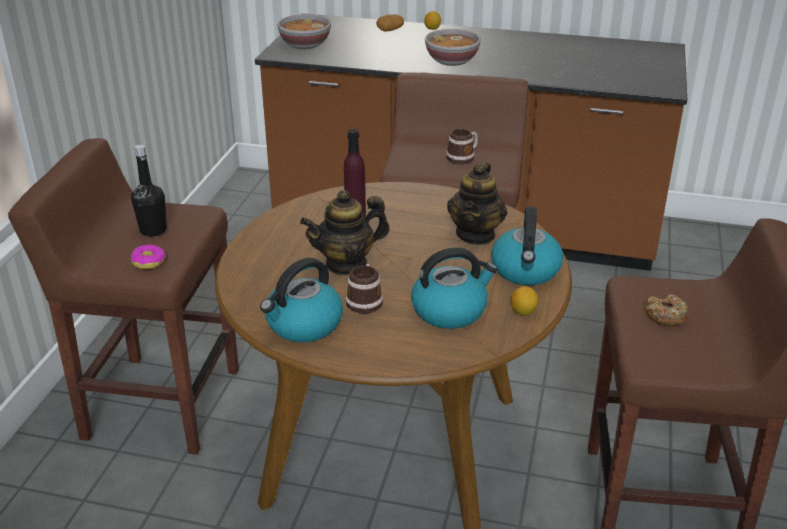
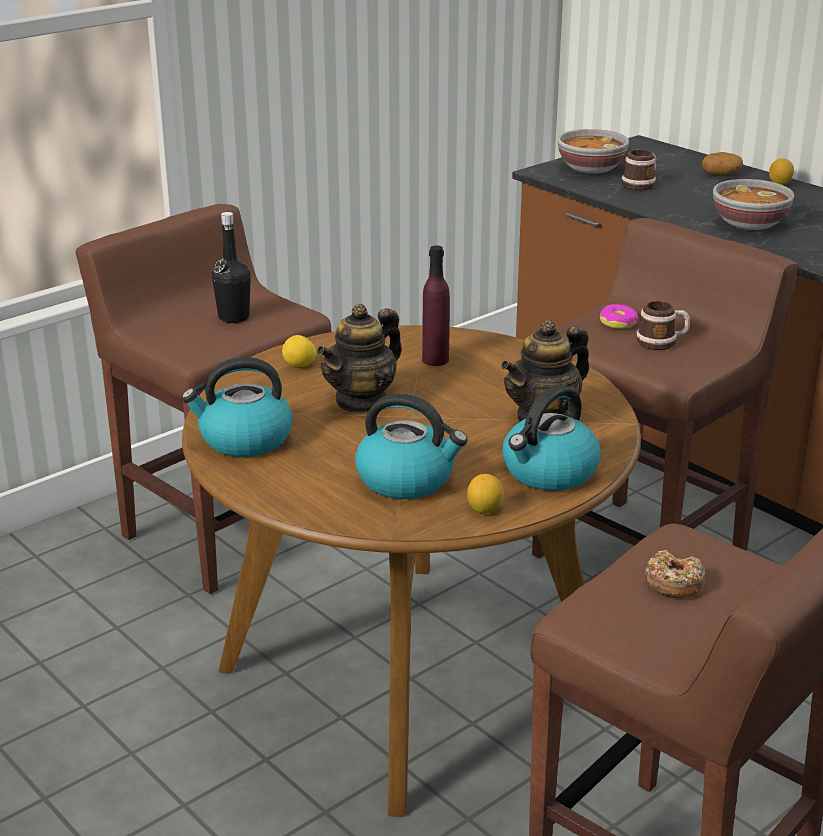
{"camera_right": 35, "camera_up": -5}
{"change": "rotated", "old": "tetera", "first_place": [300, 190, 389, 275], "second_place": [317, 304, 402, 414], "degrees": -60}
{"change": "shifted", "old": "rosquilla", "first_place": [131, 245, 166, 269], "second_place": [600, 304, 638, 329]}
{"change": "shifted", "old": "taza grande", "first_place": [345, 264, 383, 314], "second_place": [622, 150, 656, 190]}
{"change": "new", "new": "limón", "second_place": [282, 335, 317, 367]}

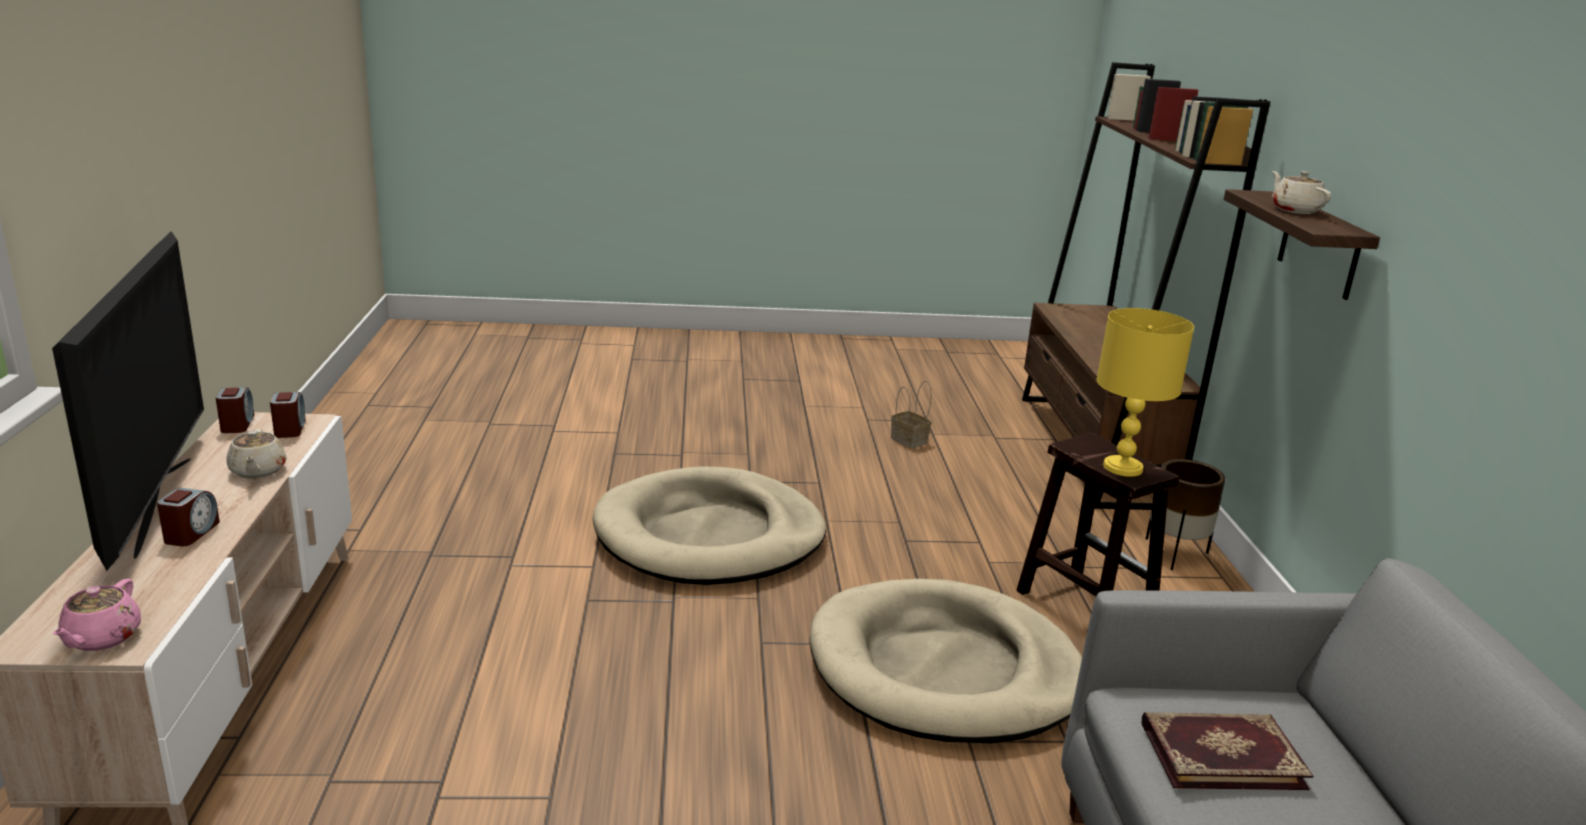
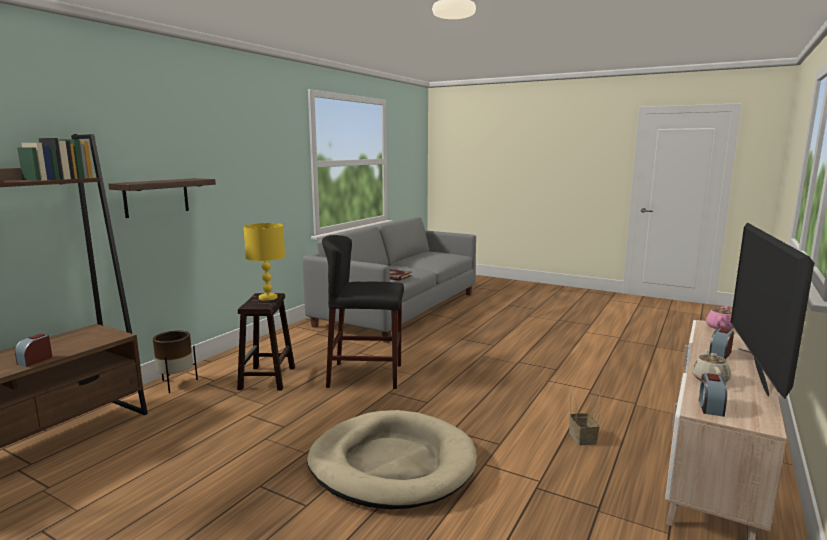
{"camera_right": -145, "camera_up": -10}
{"change": "gone", "old": "tetera/beis", "first_place": [1272, 171, 1331, 214]}
{"change": "shifted", "old": "cesta", "first_place": [891, 381, 932, 448], "second_place": [569, 391, 600, 445]}
{"change": "shifted", "old": "despertador", "first_place": [216, 388, 254, 433], "second_place": [15, 334, 52, 367]}
{"change": "swapped", "old": "cama para perro/beis", "new": "taburete/negro", "first_place": [810, 579, 1082, 743], "second_place": [322, 235, 404, 389]}

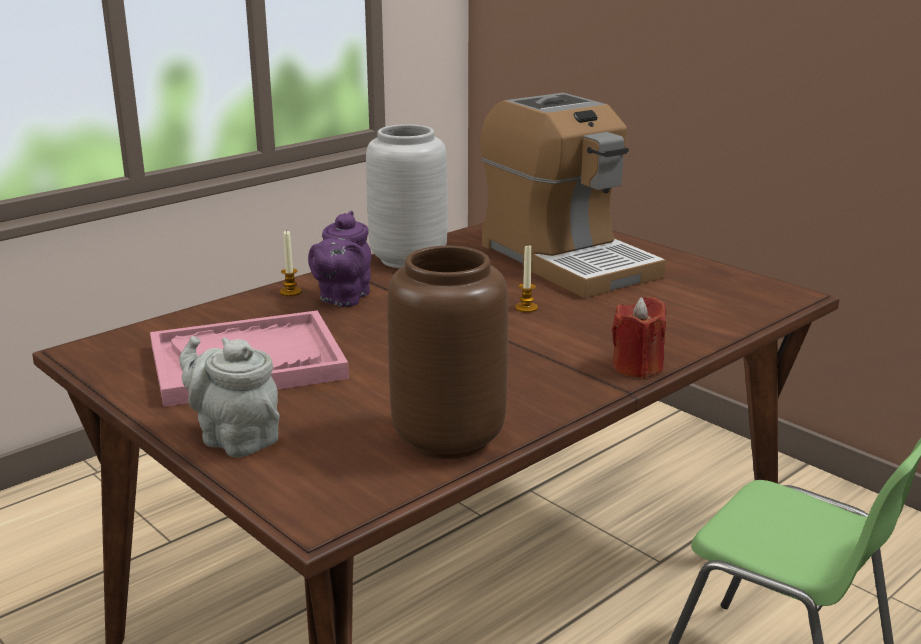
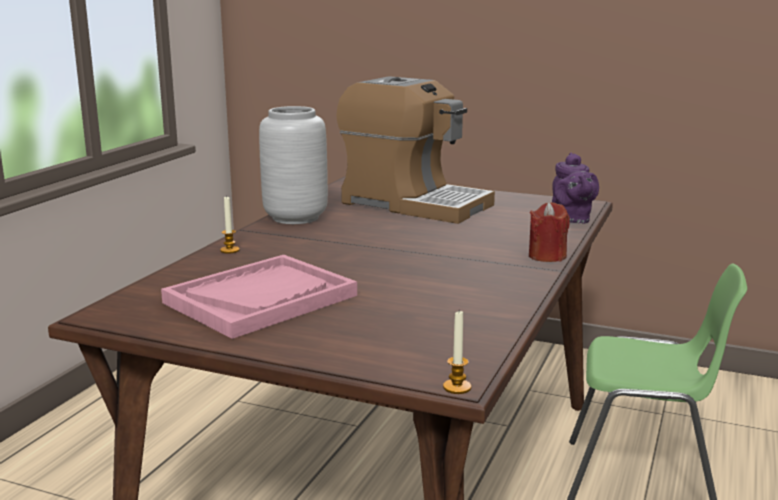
{"camera_right": -25, "camera_up": -5}
{"change": "shifted", "old": "tetera/morado", "first_place": [308, 211, 372, 307], "second_place": [552, 153, 599, 223]}
{"change": "gone", "old": "florero/marrón", "first_place": [387, 246, 508, 459]}
{"change": "shifted", "old": "vela", "first_place": [515, 246, 538, 313], "second_place": [443, 311, 471, 394]}
{"change": "gone", "old": "tetera/gris", "first_place": [179, 336, 280, 457]}

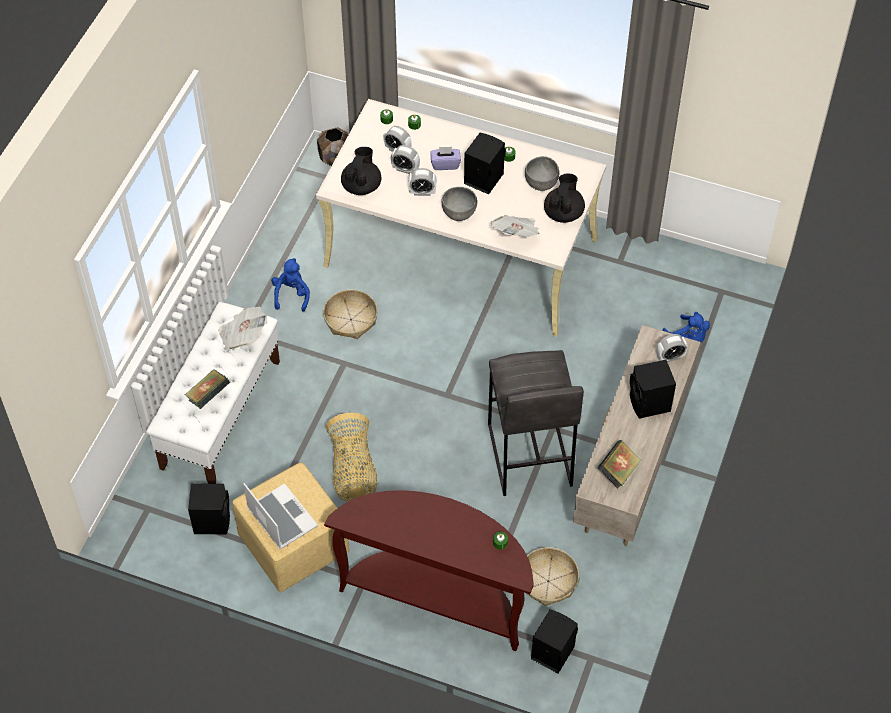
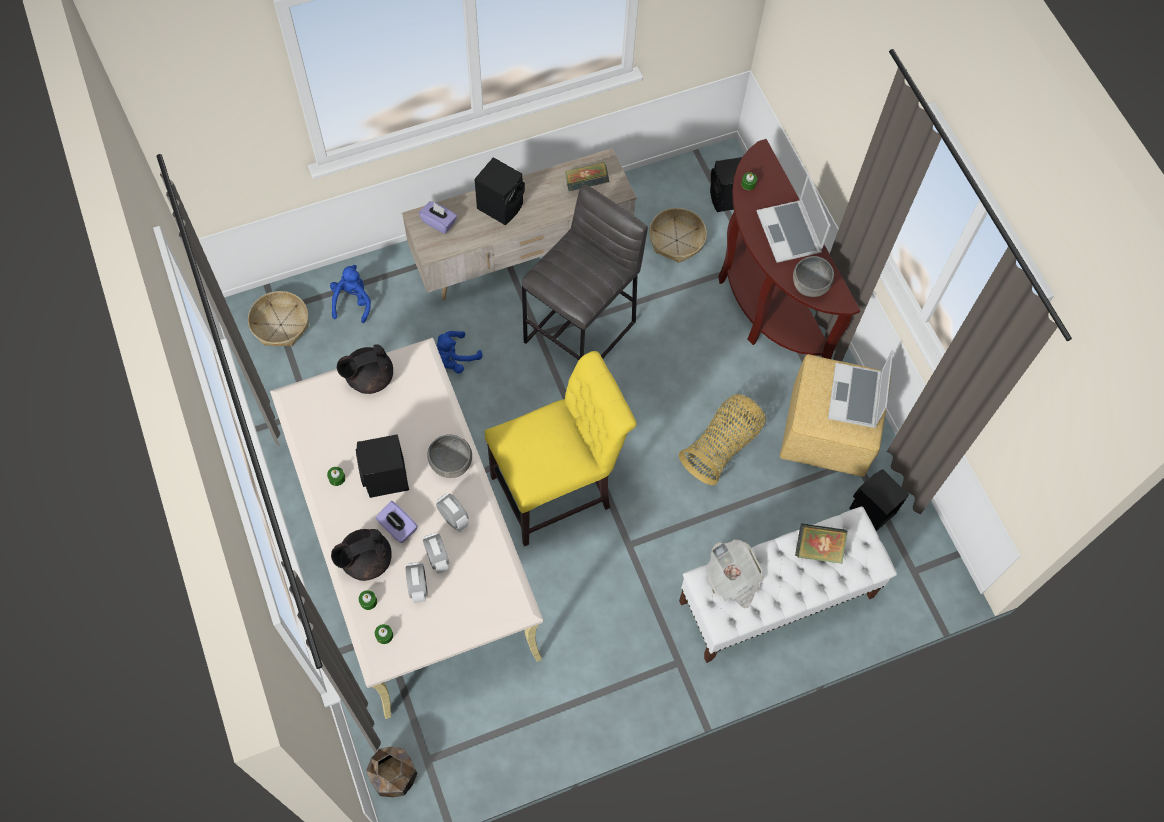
{"camera_right": -135, "camera_up": 10}
{"change": "shifted", "old": "tetera/negro", "first_place": [341, 147, 381, 195], "second_place": [331, 529, 392, 581]}
{"change": "shifted", "old": "cuenco/gris", "first_place": [525, 156, 559, 191], "second_place": [793, 256, 834, 297]}
{"change": "gone", "old": "periódico", "first_place": [491, 215, 539, 237]}
{"change": "shifted", "old": "peluche/azul", "first_place": [271, 258, 310, 312], "second_place": [436, 331, 482, 373]}
{"change": "shifted", "old": "cesta", "first_place": [323, 289, 378, 339], "second_place": [248, 291, 309, 346]}
{"change": "swapped", "old": "despertador", "new": "caja de pañuelos/morado", "first_place": [656, 334, 688, 362], "second_place": [419, 201, 457, 234]}
{"change": "new", "new": "portátil", "second_place": [757, 174, 831, 263]}
{"change": "new", "new": "silla/amarillo", "second_place": [485, 351, 637, 546]}

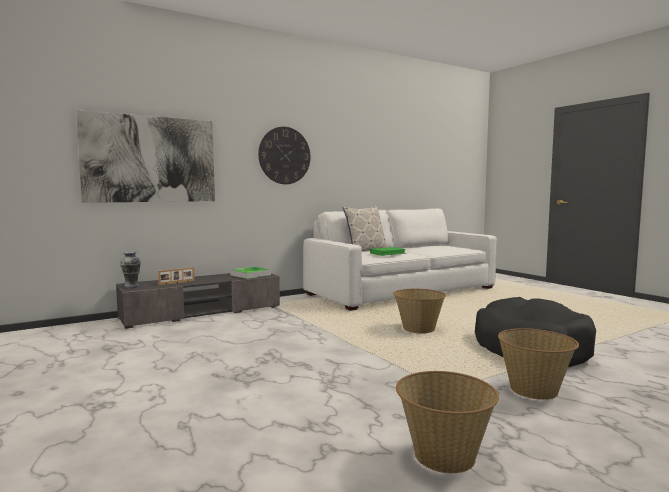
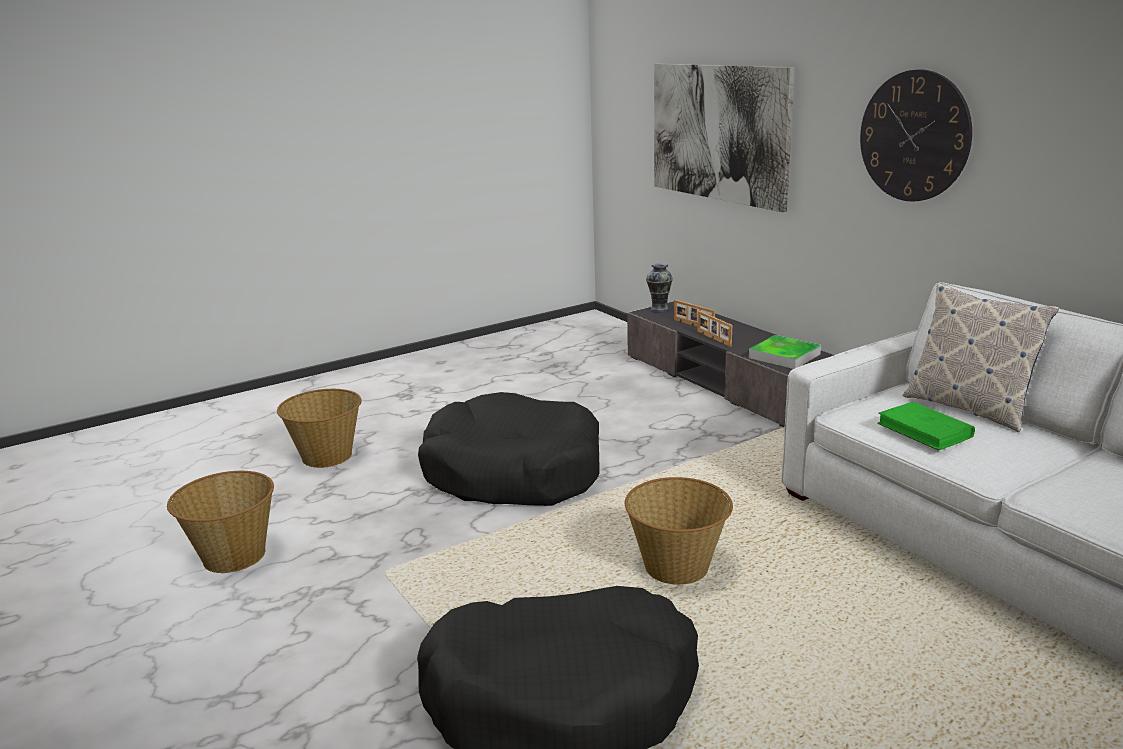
{"camera_right": 90, "camera_up": 15}
{"change": "shifted", "old": "cesta", "first_place": [498, 328, 579, 400], "second_place": [277, 389, 362, 468]}
{"change": "new", "new": "portarretratos", "second_place": [697, 311, 732, 347]}
{"change": "new", "new": "cama para perro/negro", "second_place": [418, 392, 600, 506]}

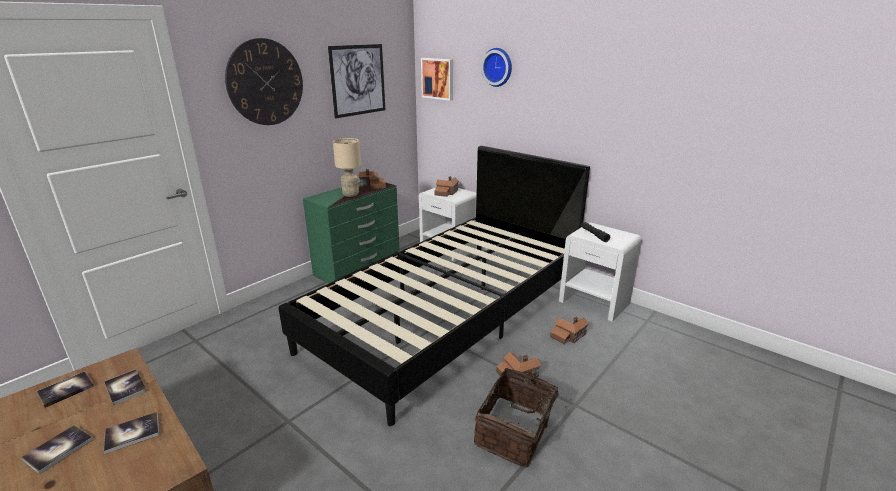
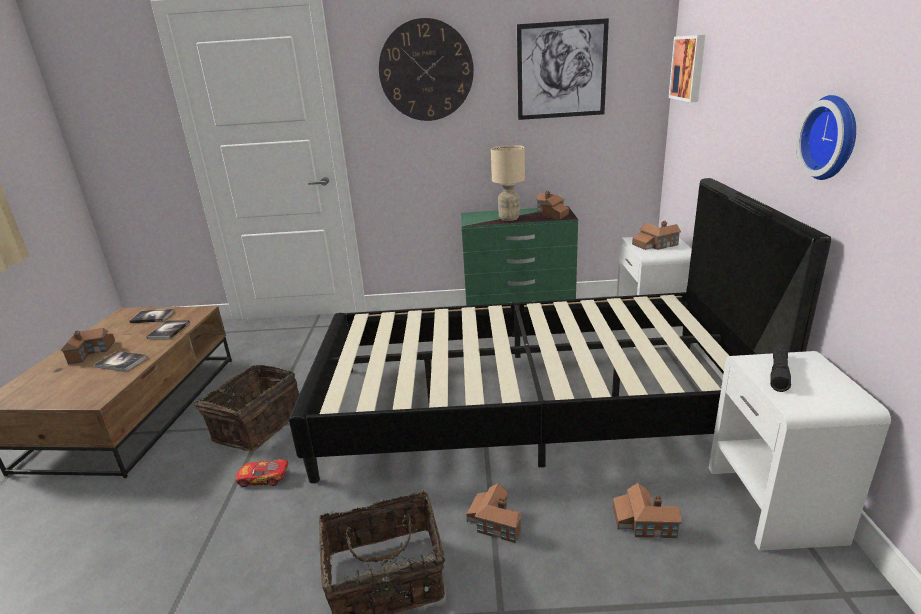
{"camera_right": 50, "camera_up": 0}
{"change": "shifted", "old": "reloj de pared", "first_place": [481, 48, 512, 87], "second_place": [796, 95, 856, 180]}
{"change": "swapped", "old": "libro", "new": "casita", "first_place": [21, 425, 93, 474], "second_place": [61, 328, 115, 364]}
{"change": "new", "new": "cesta", "second_place": [190, 365, 299, 452]}
{"change": "new", "new": "coche de juguete", "second_place": [235, 458, 289, 487]}

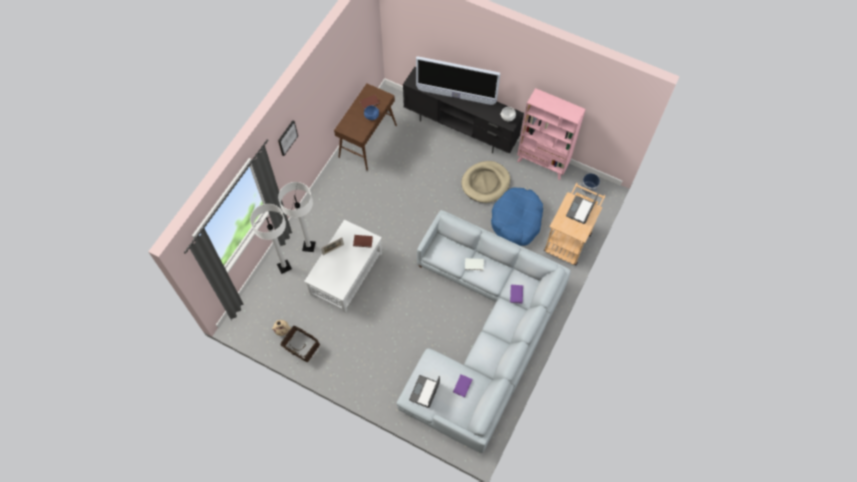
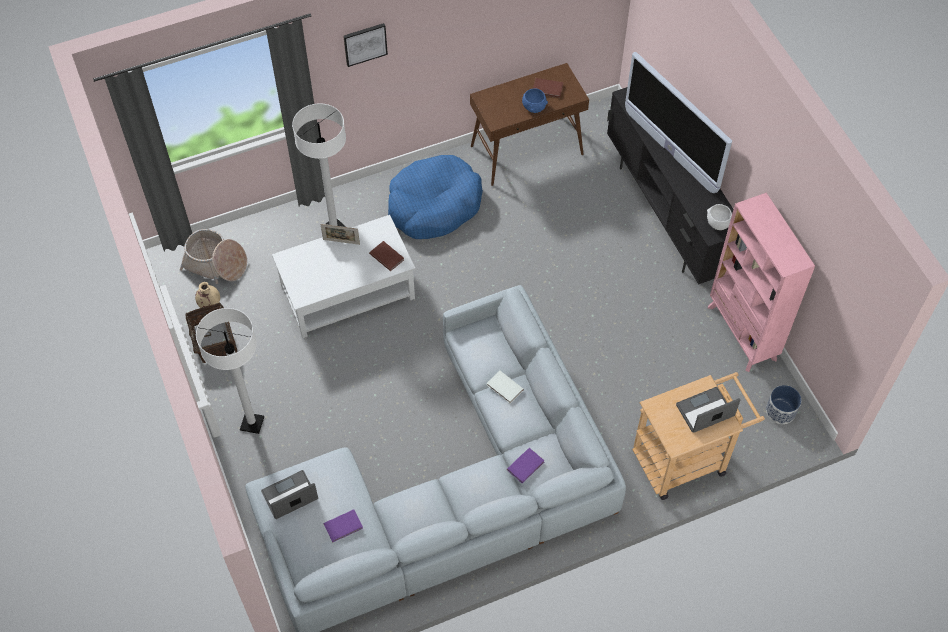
{"camera_right": 40, "camera_up": -5}
{"change": "gone", "old": "cama para perro/beis", "first_place": [461, 161, 510, 203]}
{"change": "shifted", "old": "cama para perro/azul", "first_place": [491, 188, 543, 246], "second_place": [388, 155, 483, 239]}
{"change": "shifted", "old": "lámpara de pie/blanco", "first_place": [250, 204, 292, 274], "second_place": [196, 308, 264, 434]}
{"change": "new", "new": "cesta", "second_place": [180, 229, 247, 284]}

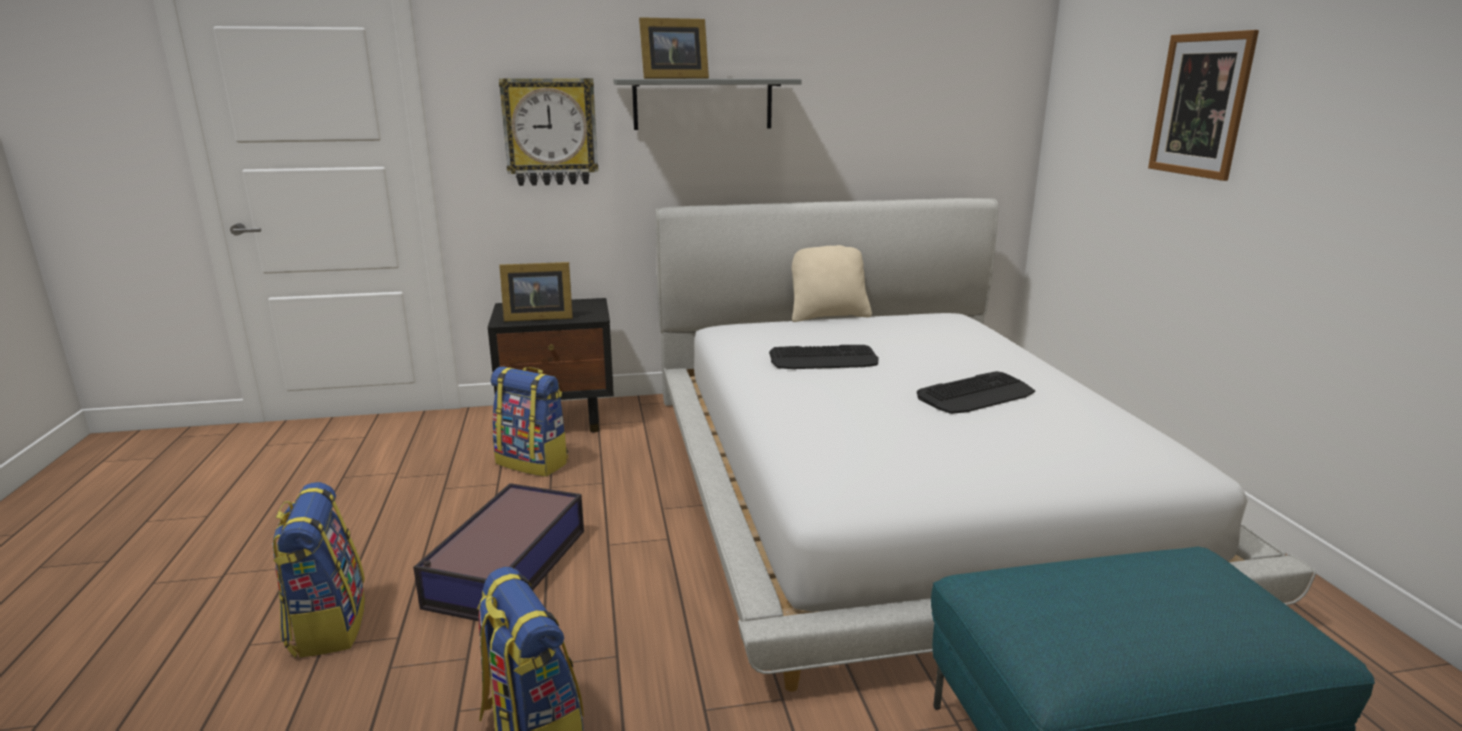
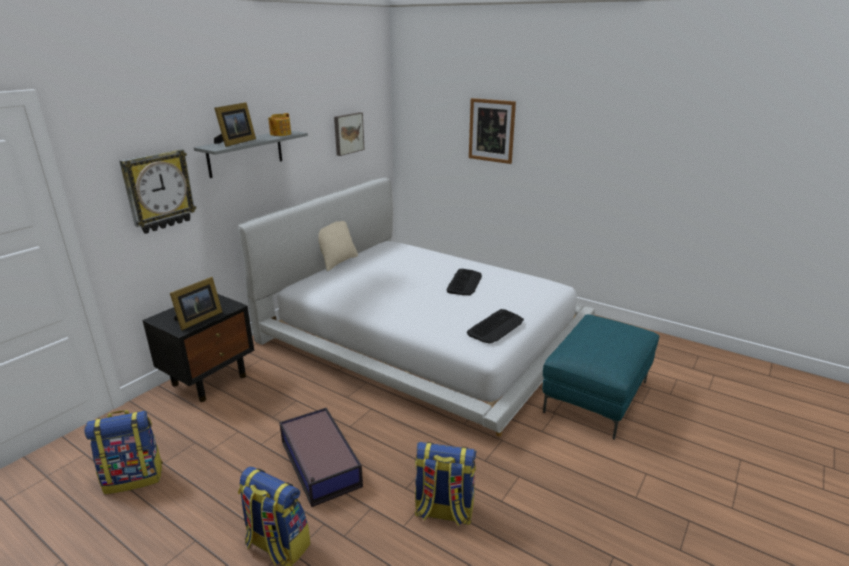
{"camera_right": -45, "camera_up": 5}
{"change": "shifted", "old": "teclado", "first_place": [769, 345, 879, 369], "second_place": [467, 309, 524, 344]}
{"change": "shifted", "old": "mochila", "first_place": [491, 366, 569, 477], "second_place": [84, 410, 163, 494]}
{"change": "new", "new": "cuadro", "second_place": [334, 112, 364, 156]}
{"change": "new", "new": "tetera", "second_place": [268, 113, 291, 136]}

